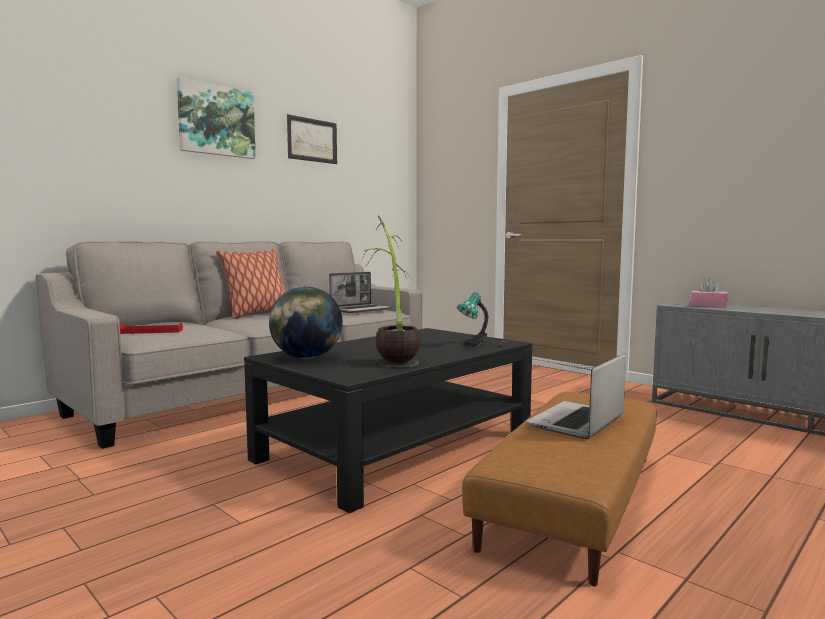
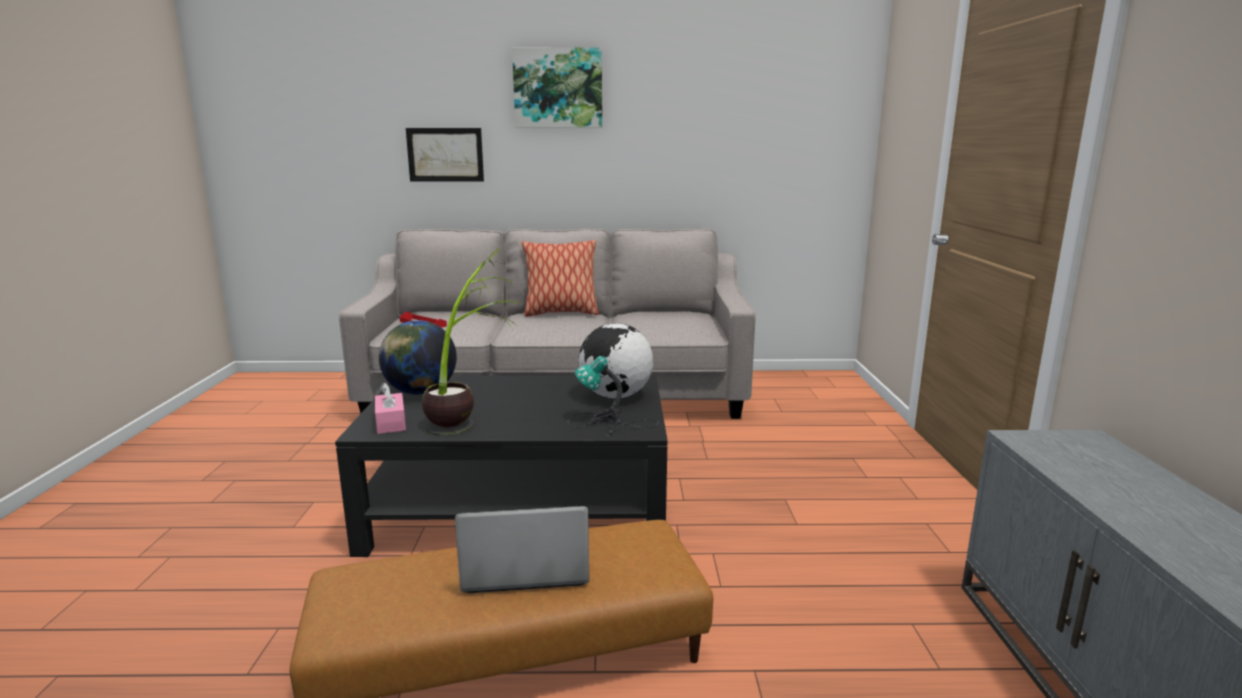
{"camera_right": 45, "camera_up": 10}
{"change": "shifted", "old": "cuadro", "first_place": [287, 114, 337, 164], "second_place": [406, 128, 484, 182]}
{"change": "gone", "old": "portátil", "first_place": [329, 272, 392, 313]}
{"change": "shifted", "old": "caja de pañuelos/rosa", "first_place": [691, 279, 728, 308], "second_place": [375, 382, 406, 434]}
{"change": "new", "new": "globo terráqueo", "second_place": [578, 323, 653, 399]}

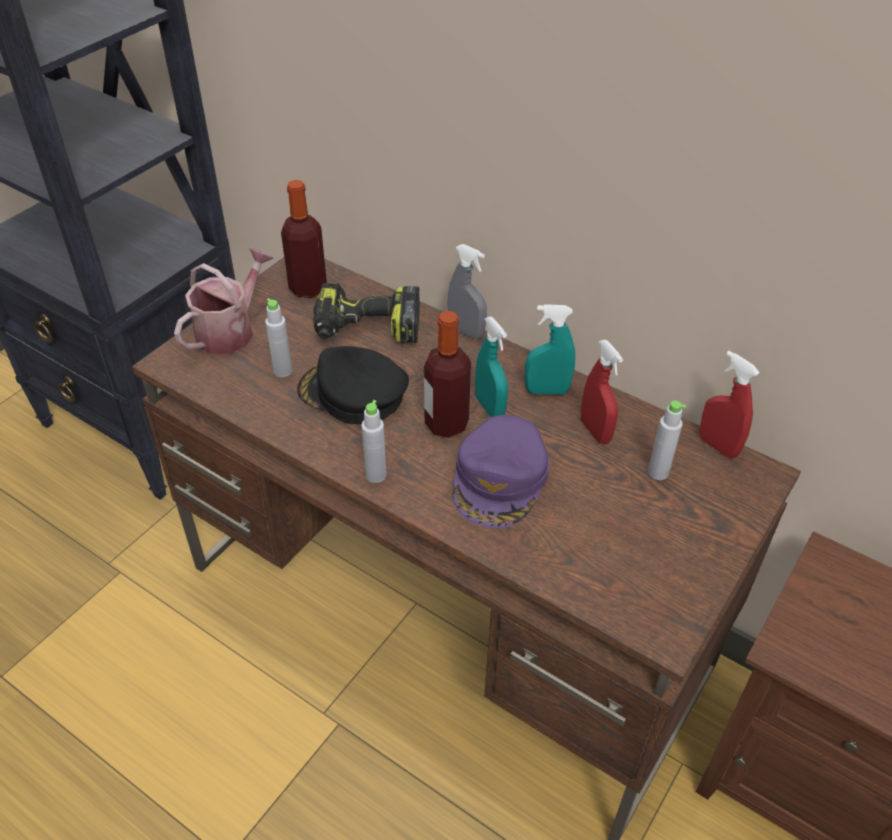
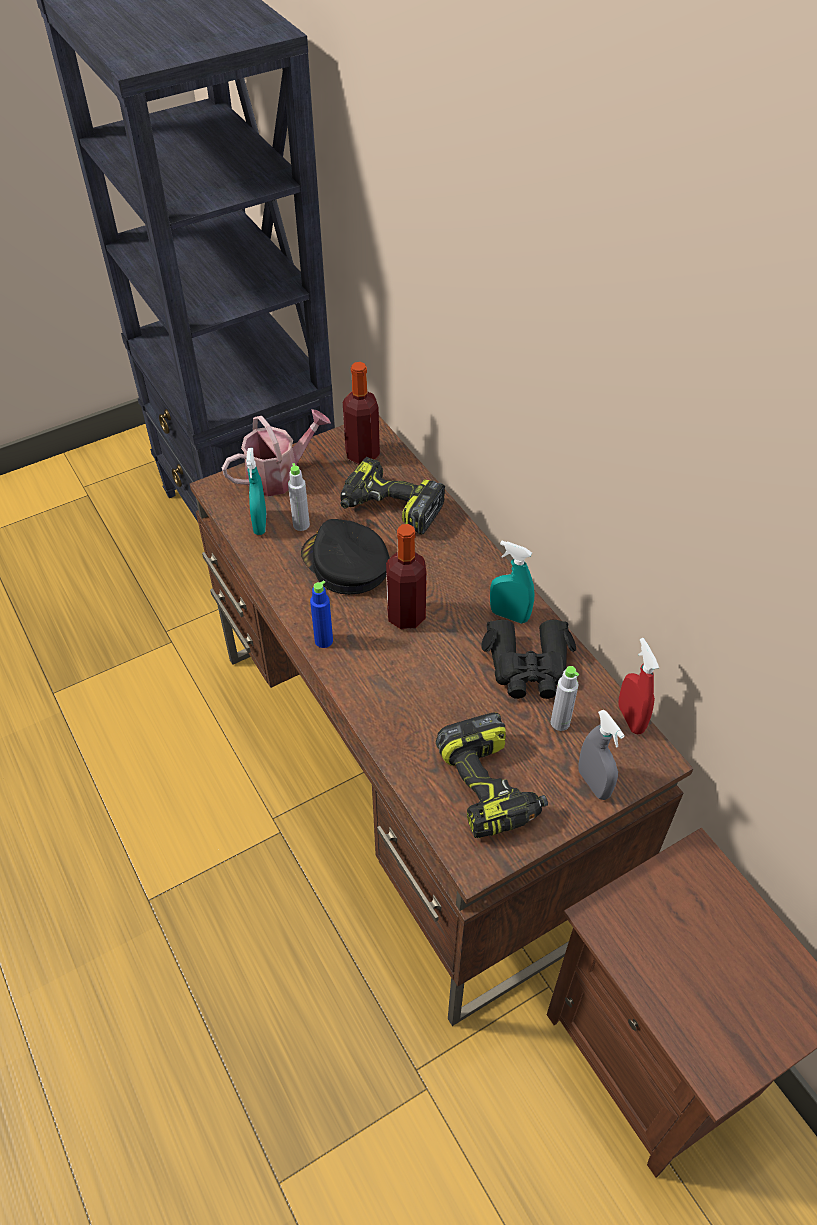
{"camera_right": 25, "camera_up": 5}
{"change": "shifted", "old": "pulverizador/gris", "first_place": [448, 244, 487, 339], "second_place": [578, 710, 625, 800]}
{"change": "shifted", "old": "pulverizador/turquesa", "first_place": [475, 317, 508, 417], "second_place": [246, 448, 266, 535]}
{"change": "swapped", "old": "pulverizador/rojo", "new": "prismáticos/negro", "first_place": [581, 340, 623, 444], "second_place": [481, 619, 576, 699]}
{"change": "repainted", "old": "botella/gris", "new": "botella/azul", "first_place": [361, 400, 386, 483], "second_place": [310, 580, 333, 648]}
{"change": "gone", "old": "gorra/morado", "first_place": [453, 415, 549, 528]}
{"change": "new", "new": "taladro", "second_place": [436, 712, 548, 838]}

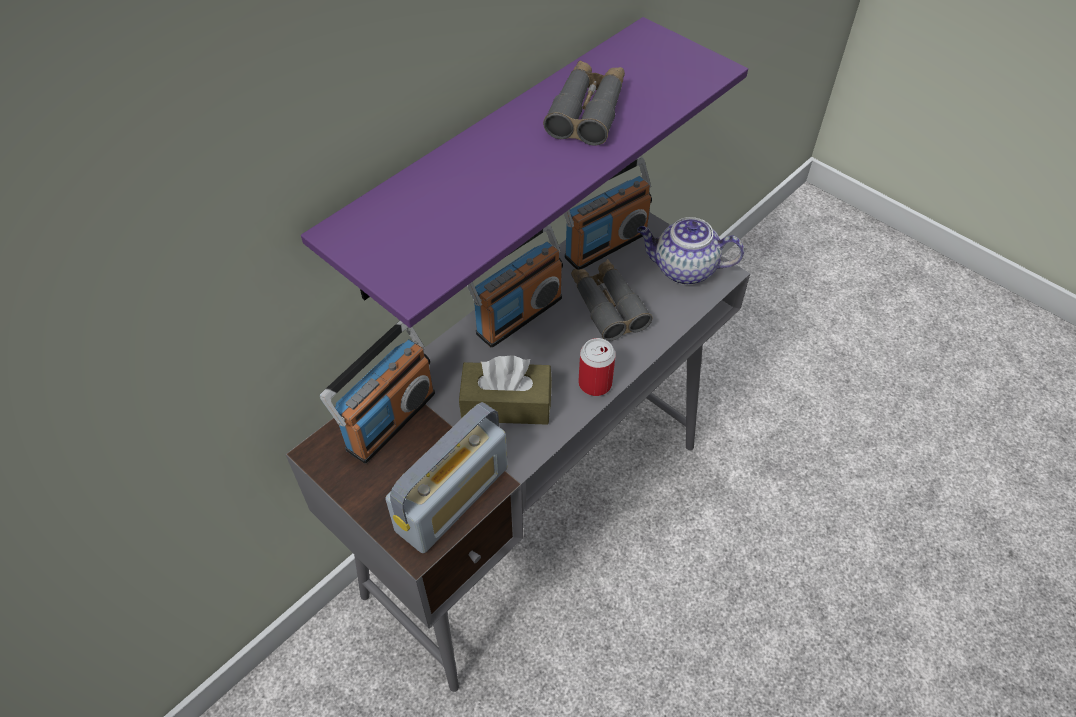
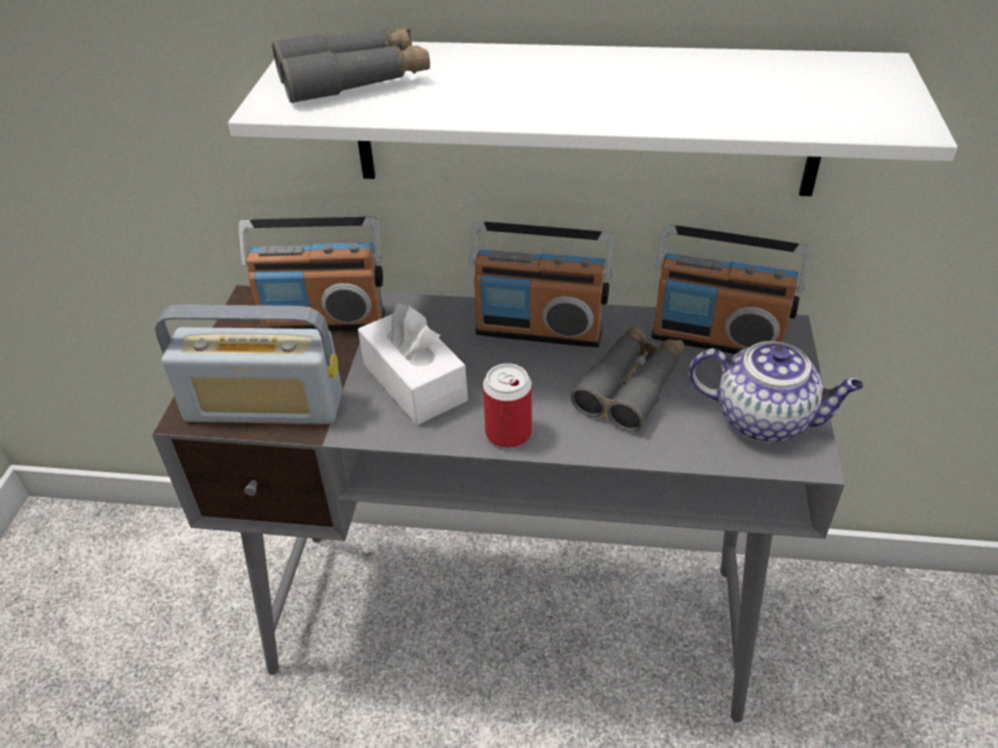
{"camera_right": 55, "camera_up": -10}
{"change": "repainted", "old": "estante/morado", "new": "estante/blanco", "first_place": [301, 17, 748, 328], "second_place": [228, 42, 957, 196]}
{"change": "shifted", "old": "prismáticos/gris", "first_place": [543, 60, 625, 146], "second_place": [272, 28, 430, 103]}
{"change": "rotated", "old": "tetera", "first_place": [637, 217, 744, 285], "second_place": [689, 341, 864, 442], "degrees": 135}
{"change": "repainted", "old": "caja de pañuelos/marrón", "new": "caja de pañuelos/blanco", "first_place": [459, 355, 552, 425], "second_place": [358, 303, 468, 425]}

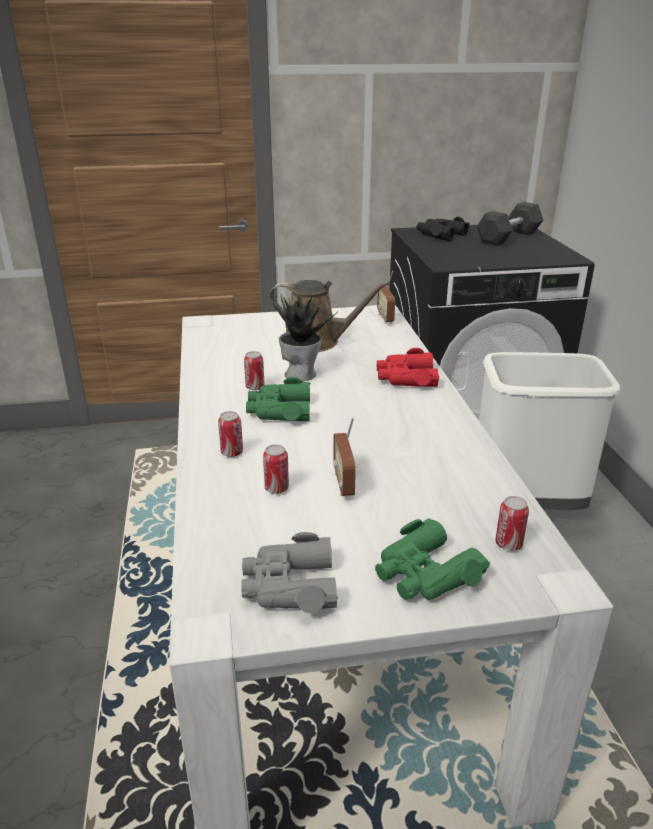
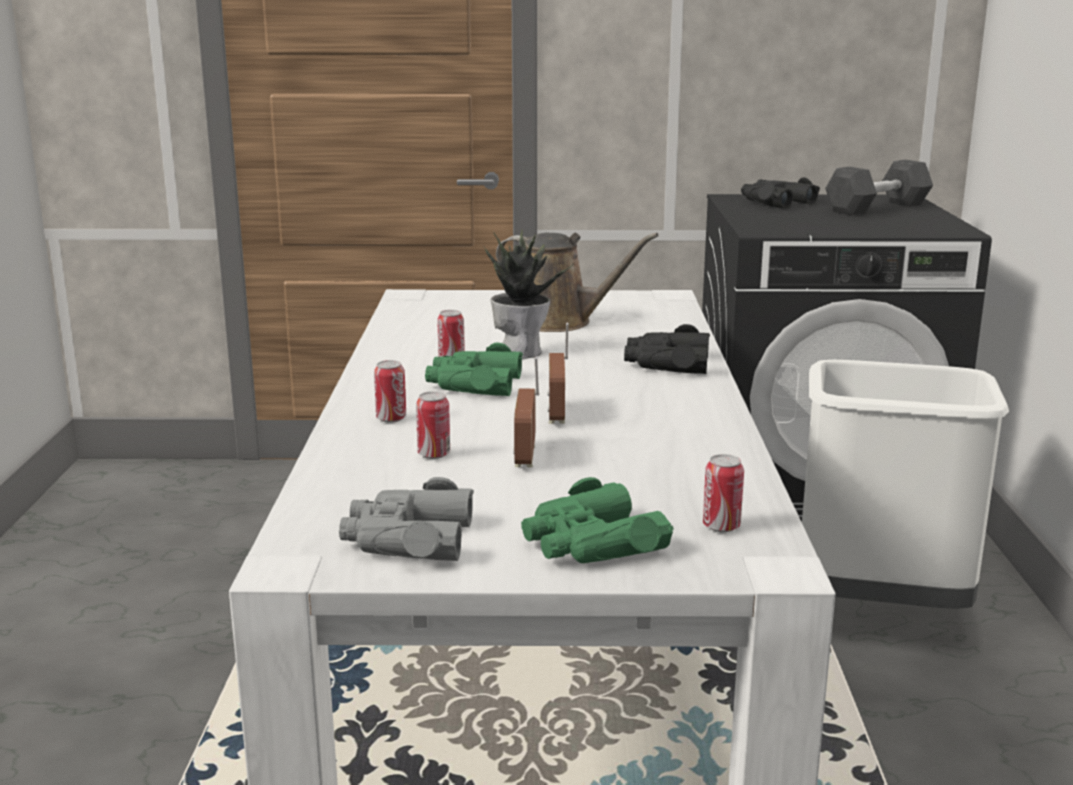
{"camera_right": 10, "camera_up": -10}
{"change": "shifted", "old": "radio", "first_place": [377, 271, 395, 324], "second_place": [548, 323, 569, 424]}
{"change": "repainted", "old": "prismáticos/rojo", "new": "prismáticos/negro", "first_place": [377, 348, 439, 387], "second_place": [624, 324, 710, 374]}

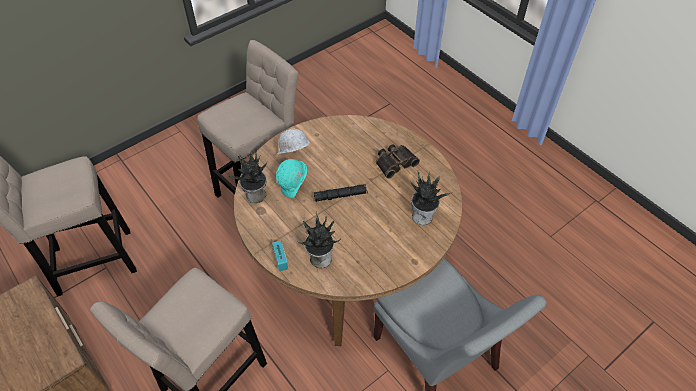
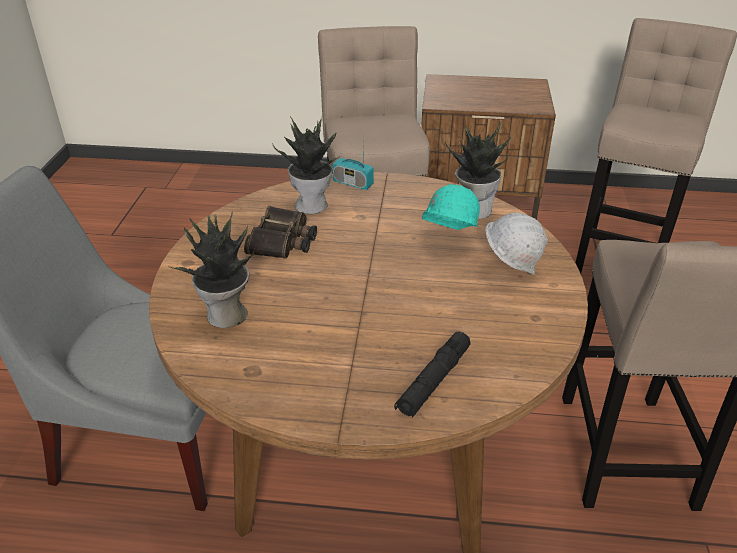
{"camera_right": 135, "camera_up": -15}
{"change": "shifted", "old": "prismáticos", "first_place": [376, 144, 420, 179], "second_place": [244, 206, 317, 259]}
{"change": "shifted", "old": "linterna/negro", "first_place": [314, 184, 368, 202], "second_place": [394, 331, 471, 418]}

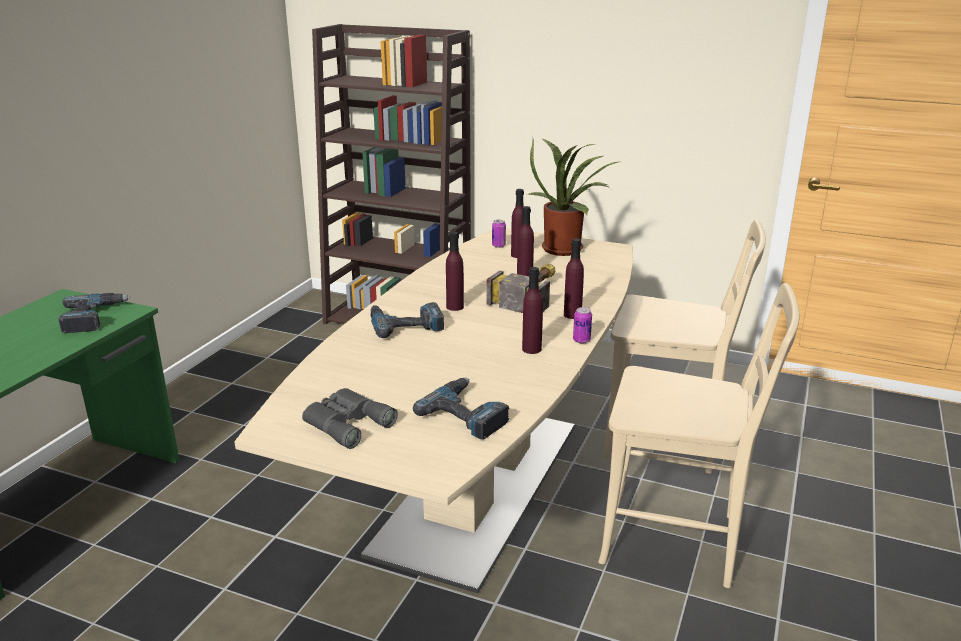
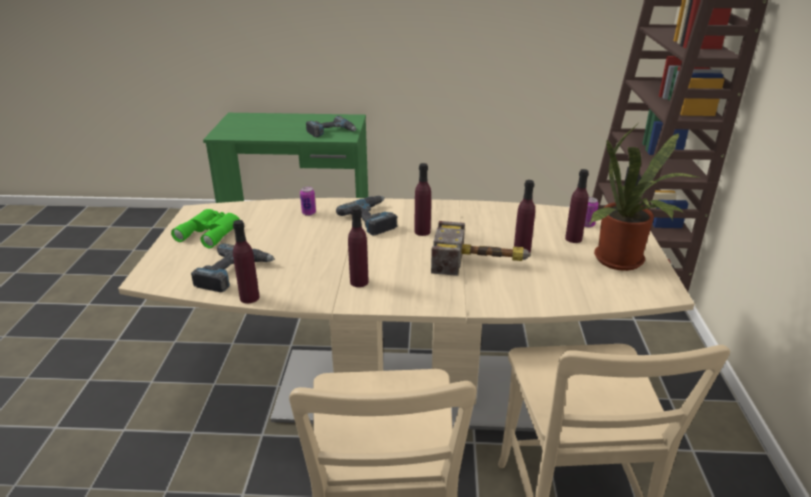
{"camera_right": 70, "camera_up": 5}
{"change": "shifted", "old": "botella/morado", "first_place": [564, 238, 584, 319], "second_place": [233, 220, 259, 304]}
{"change": "shifted", "old": "lata", "first_place": [573, 307, 592, 344], "second_place": [300, 186, 316, 216]}
{"change": "repainted", "old": "prismáticos/gris", "new": "prismáticos/verde", "first_place": [302, 388, 398, 449], "second_place": [171, 209, 240, 248]}

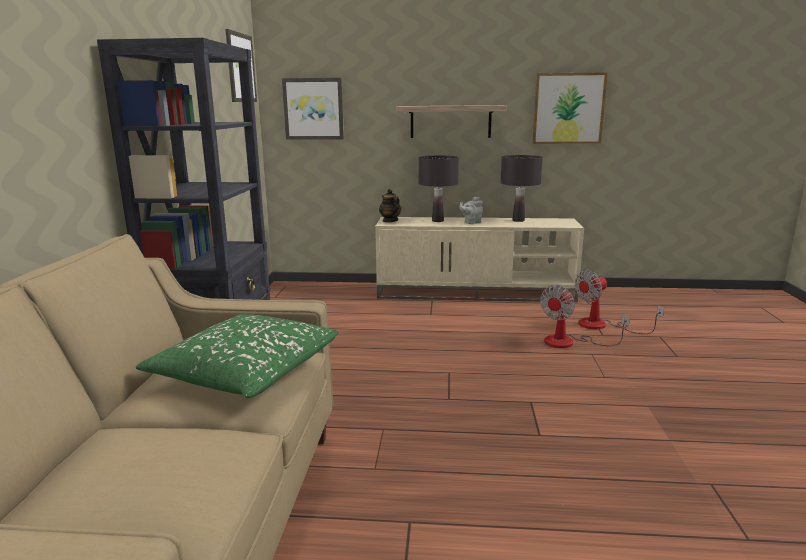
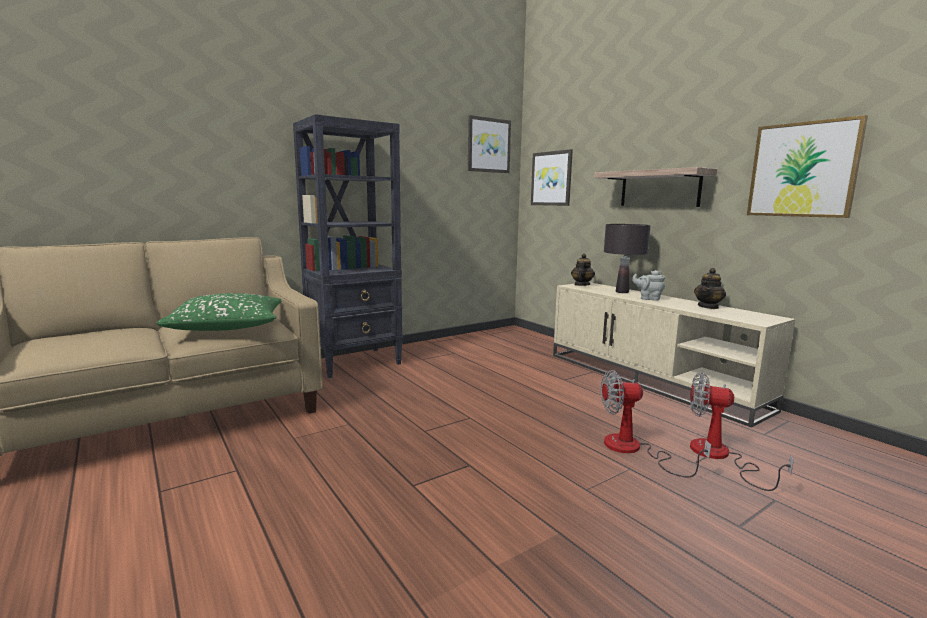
{"camera_right": 50, "camera_up": -5}
{"change": "swapped", "old": "lámpara de mesa/negro", "new": "tetera", "first_place": [500, 155, 543, 222], "second_place": [694, 268, 726, 309]}

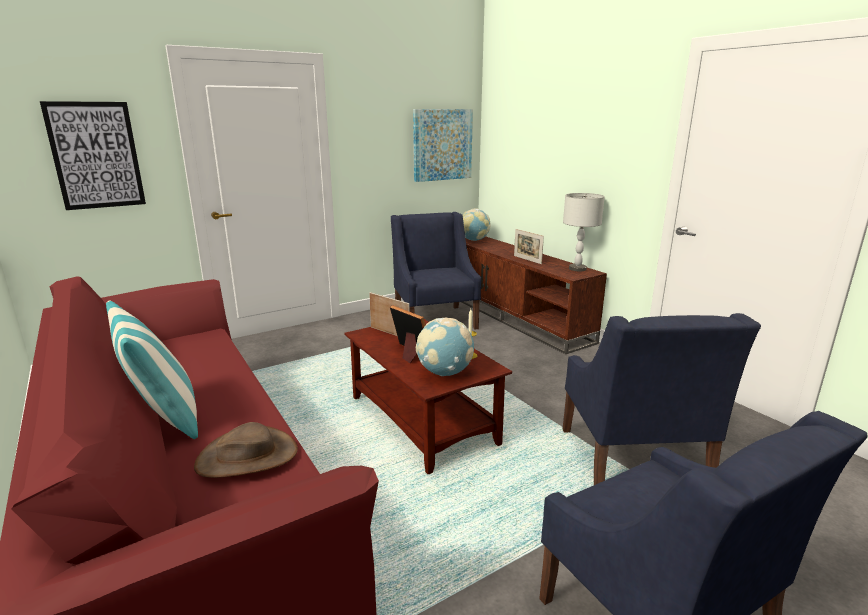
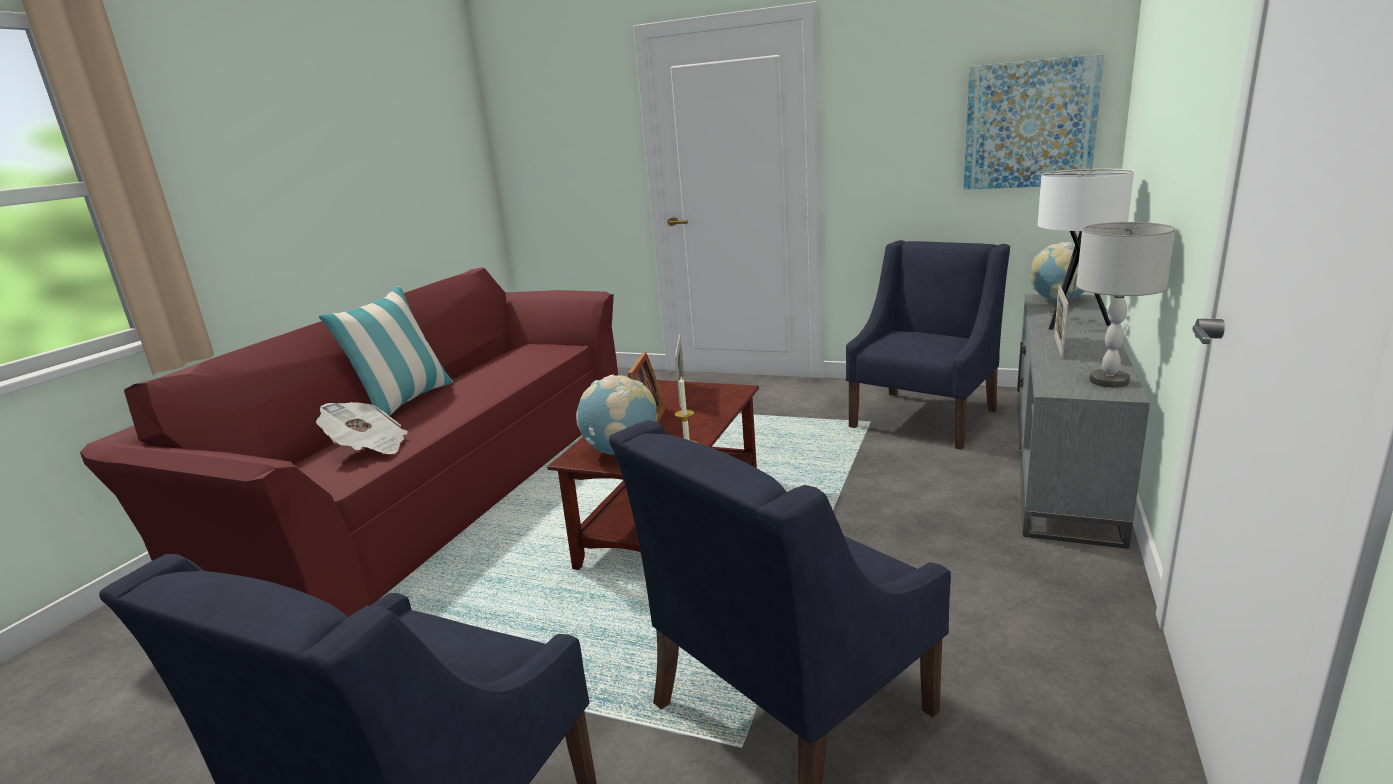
{"camera_right": 55, "camera_up": 0}
{"change": "gone", "old": "cuadro", "first_place": [40, 101, 146, 210]}
{"change": "repainted", "old": "mueble de televisión/marrón", "new": "mueble de televisión/gris", "first_place": [461, 236, 607, 354], "second_place": [1017, 294, 1150, 549]}
{"change": "swapped", "old": "sombrero/marrón", "new": "periódico", "first_place": [194, 422, 298, 478], "second_place": [316, 402, 408, 454]}
{"change": "new", "new": "lámpara de mesa/blanco", "second_place": [1038, 168, 1134, 330]}

